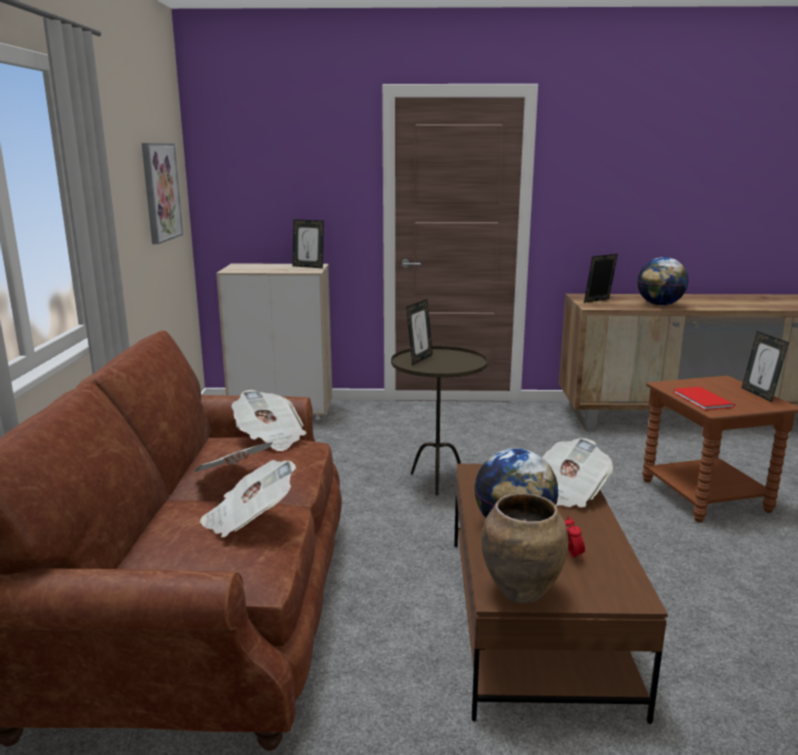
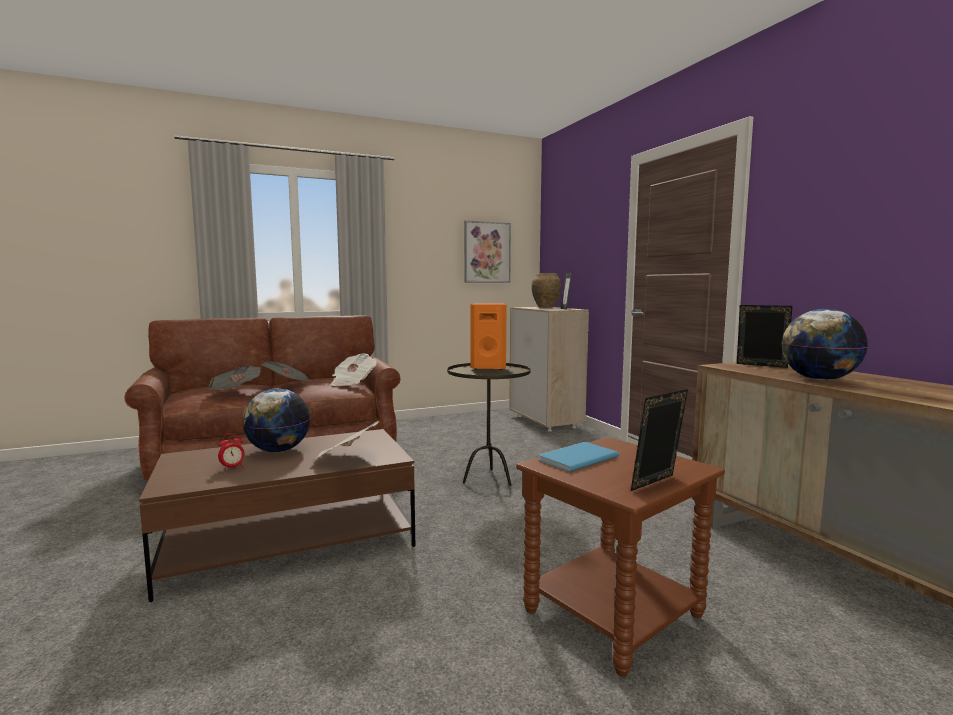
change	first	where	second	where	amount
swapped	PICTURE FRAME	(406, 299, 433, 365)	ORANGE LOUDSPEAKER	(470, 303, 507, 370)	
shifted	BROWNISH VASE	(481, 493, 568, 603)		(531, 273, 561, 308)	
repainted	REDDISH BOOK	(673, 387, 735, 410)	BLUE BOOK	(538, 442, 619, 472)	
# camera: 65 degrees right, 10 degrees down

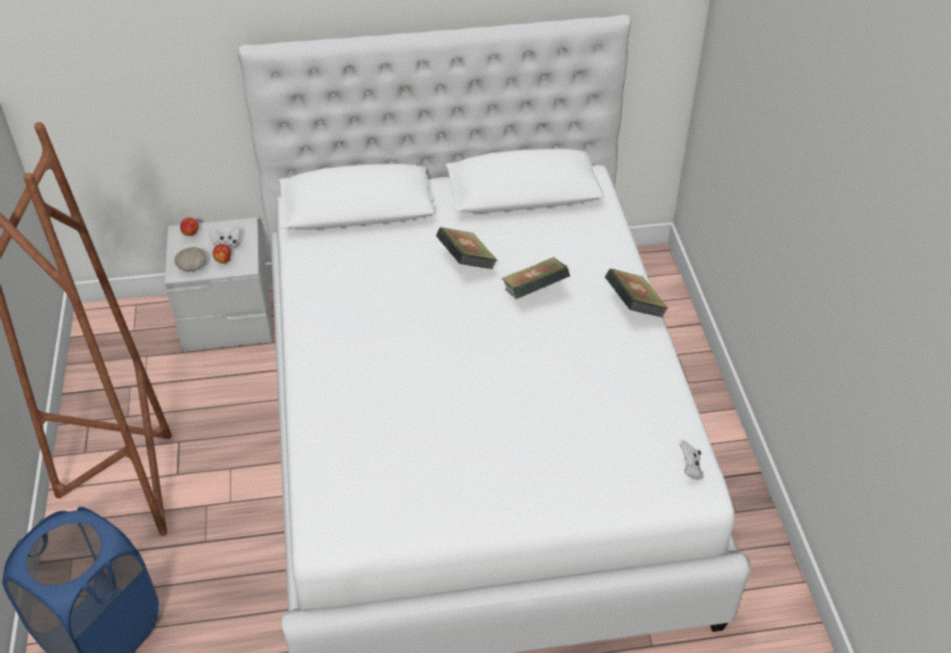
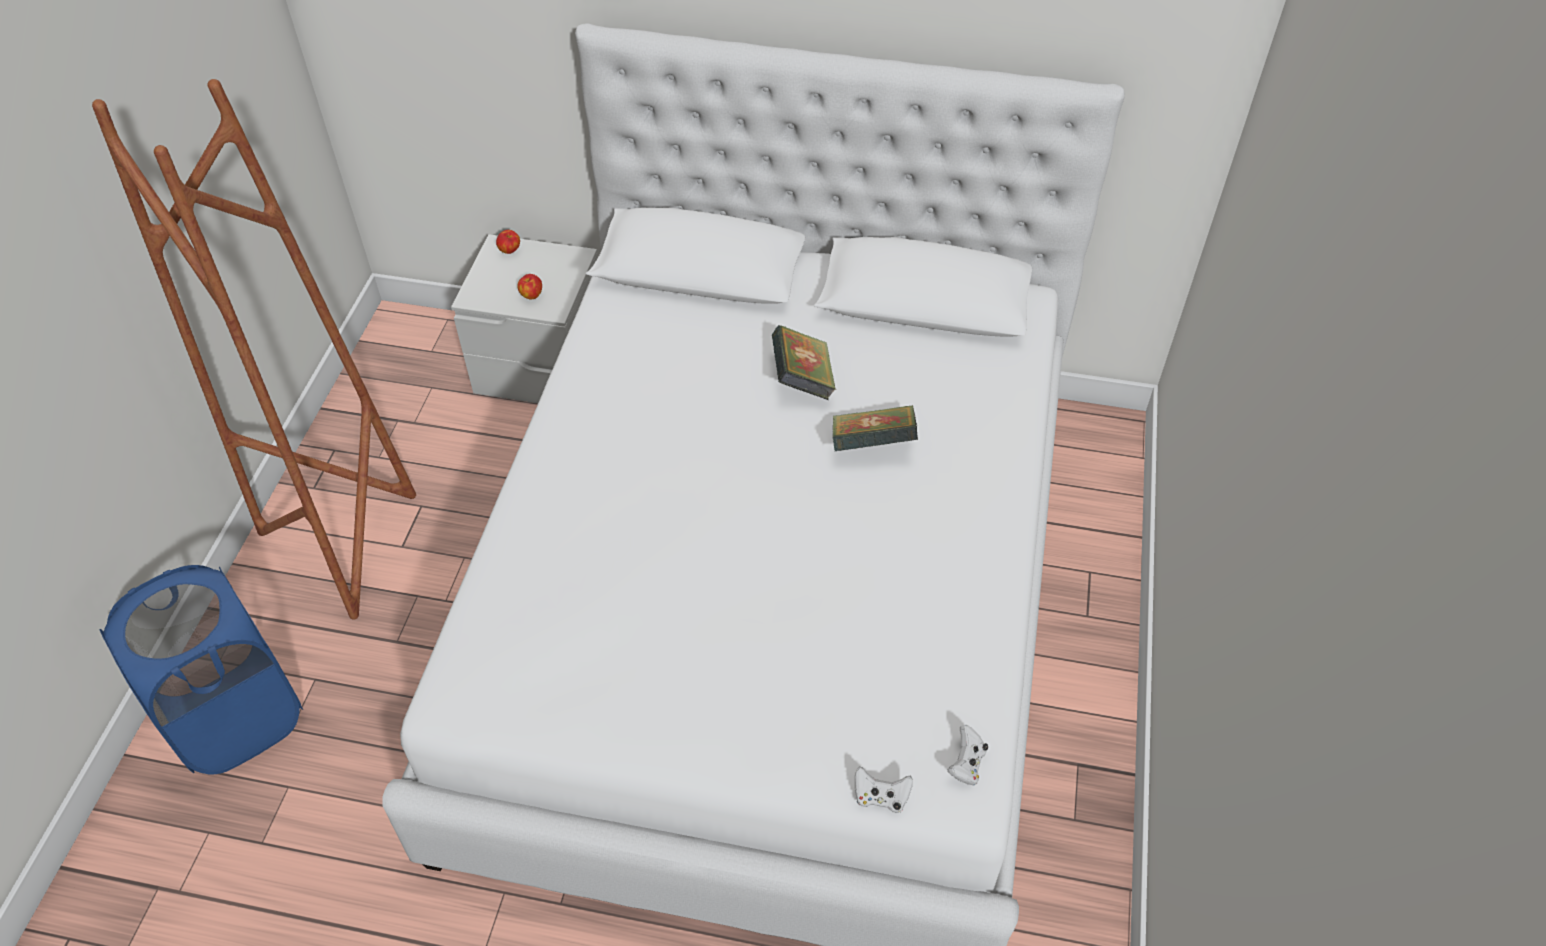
change	first	where	second	where	amount
shifted	WHITISH JOYPAD	(210, 226, 240, 247)		(855, 766, 913, 813)	
gone	BEIGE DEEP DISH	(174, 247, 207, 272)			
gone	BOOK	(605, 269, 669, 317)			
# camera: 20 degrees right, 5 degrees up

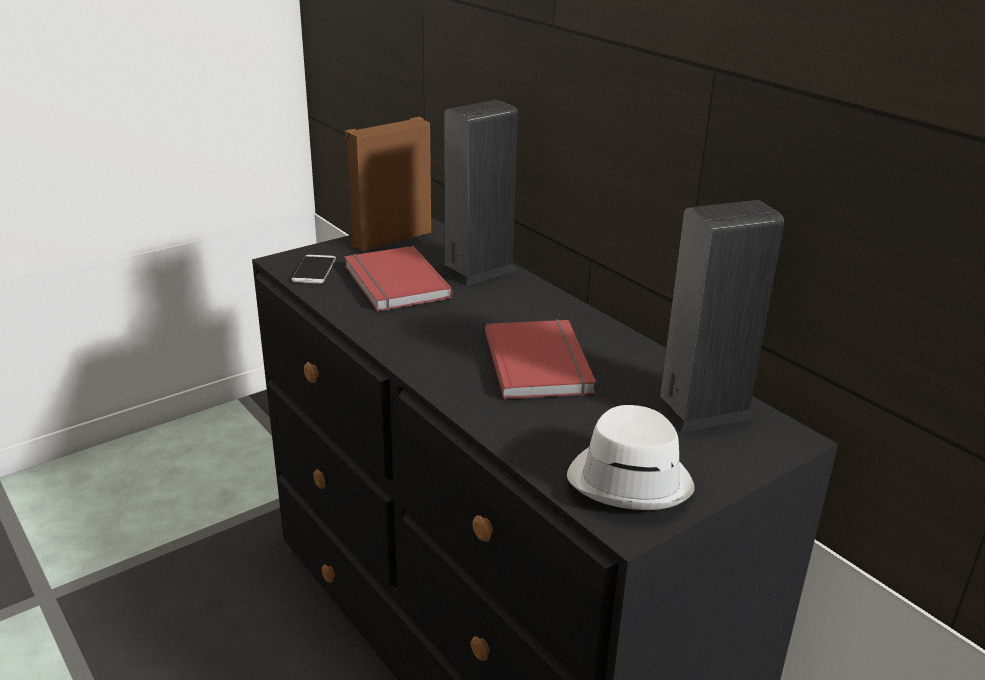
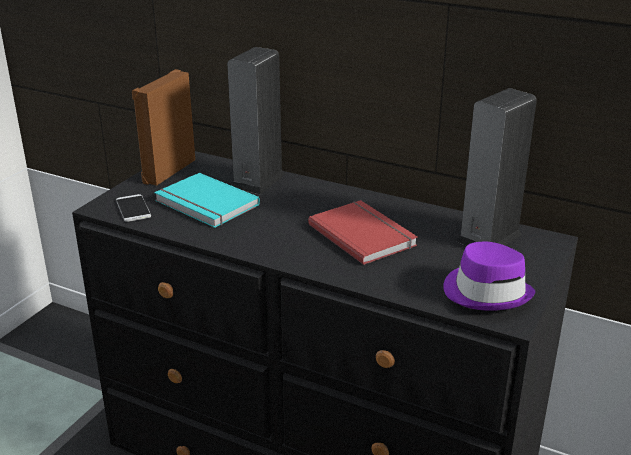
change	first	where	second	where	amount
repainted	REDDISH BOOK	(344, 246, 453, 311)	TURQUOISE BOOK	(154, 173, 260, 228)	
repainted	WHITISH HAT	(567, 405, 695, 510)	PURPLISH HAT	(443, 242, 535, 311)	
# camera: 25 degrees left, 0 degrees up

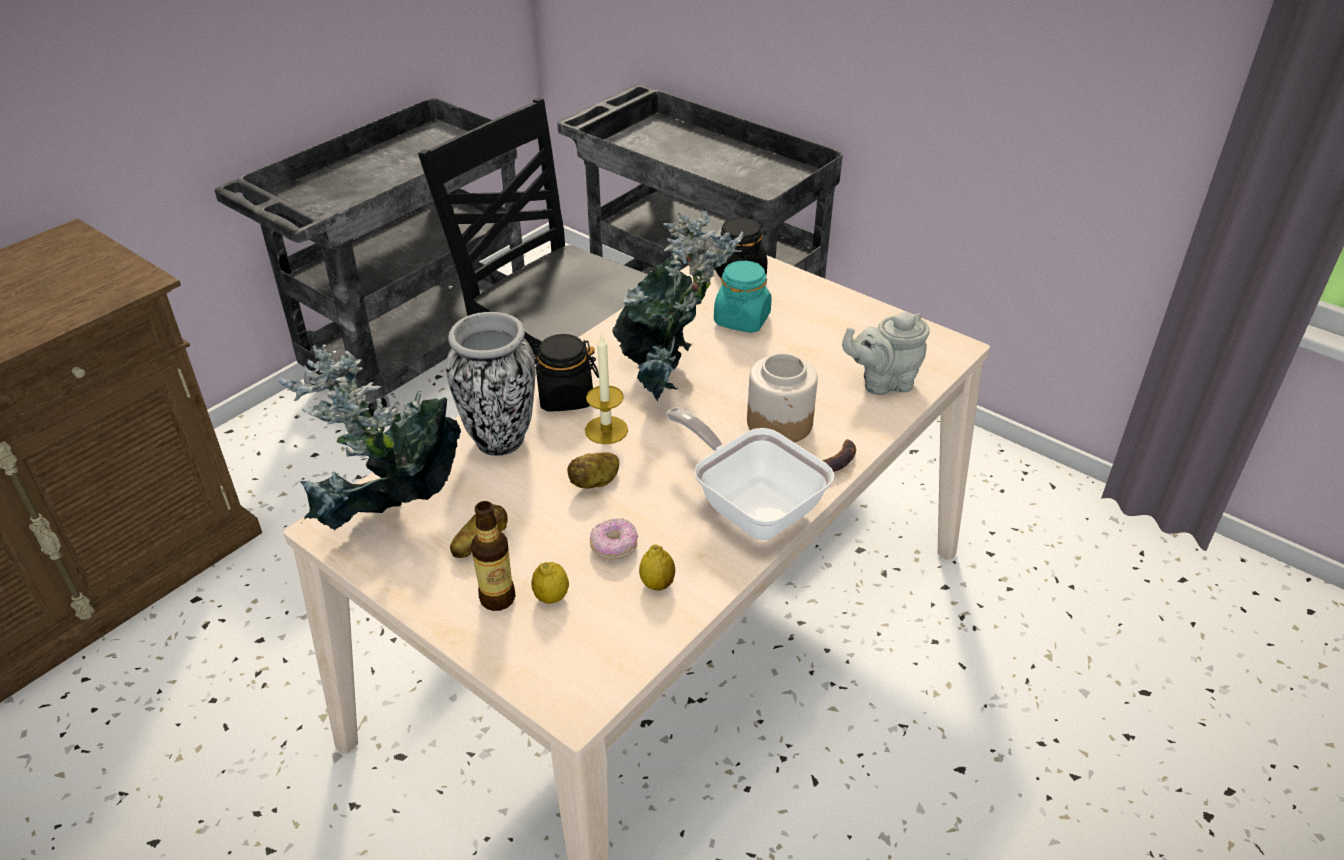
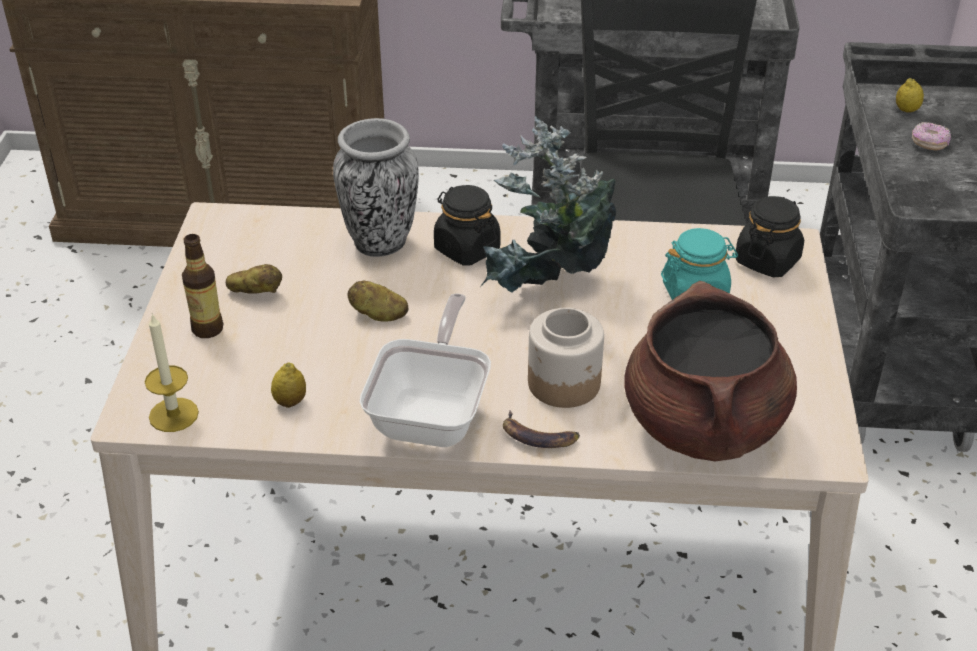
change	first	where	second	where	amount
shifted	WAX CANDLE	(585, 334, 628, 444)		(145, 313, 199, 432)	
swapped	GRAY TEAPOT	(842, 312, 929, 395)	BROWNISH SAUCEPOT	(625, 281, 797, 461)	
shifted	WHOLE LEMON	(531, 562, 569, 604)		(896, 78, 924, 113)	
shifted	DOUGHNUT	(590, 518, 638, 559)		(912, 122, 951, 150)	
gone	HOUSEPLANT	(278, 344, 461, 530)			
# camera: 55 degrees right, 0 degrees up

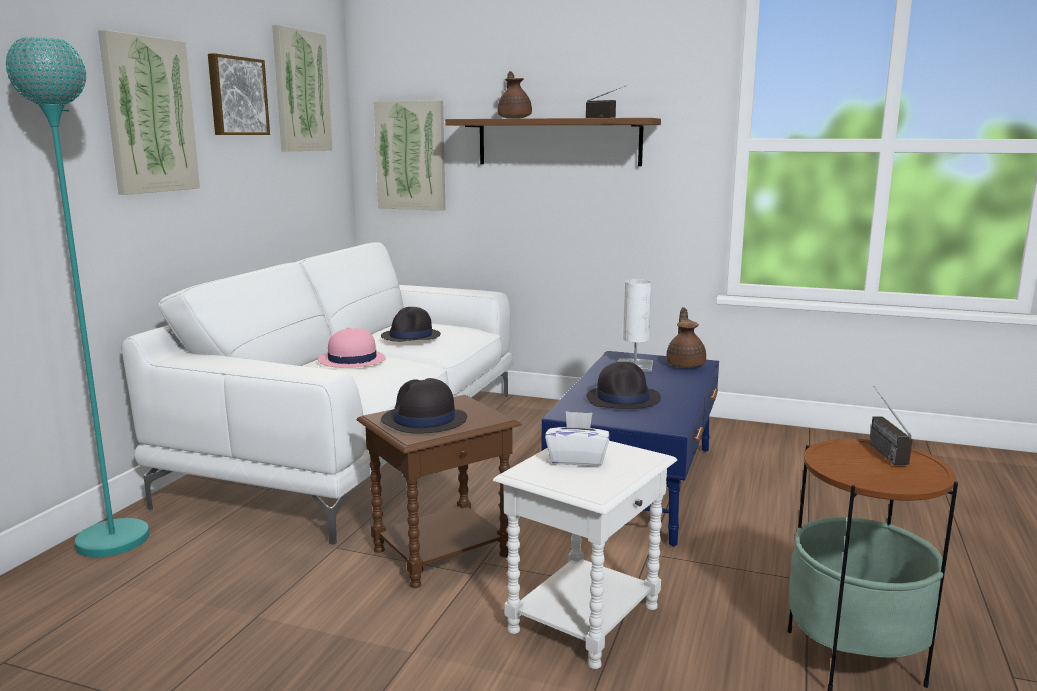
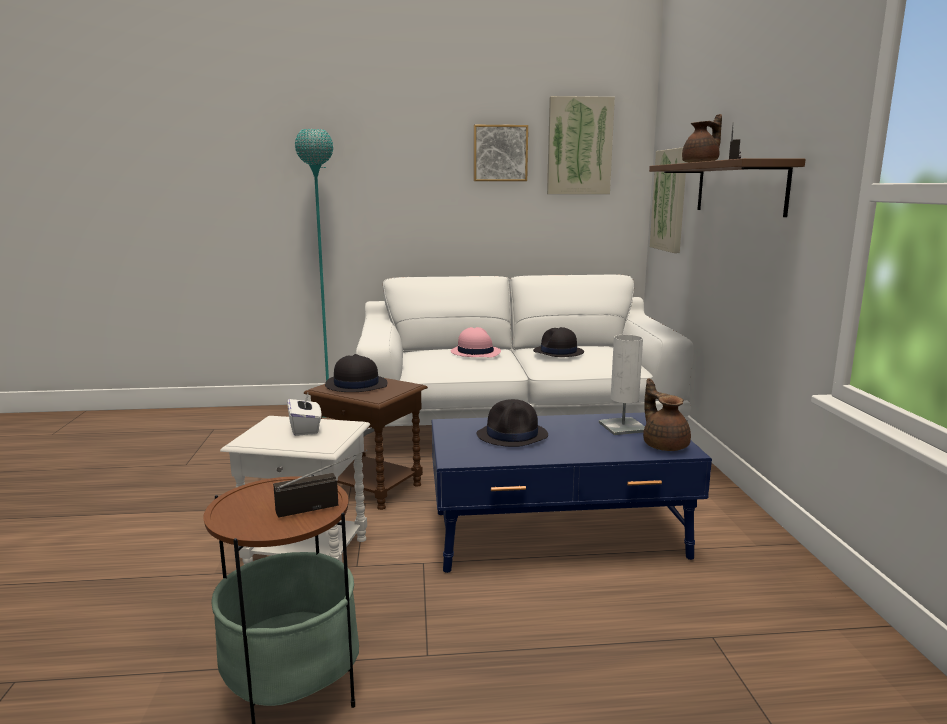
change	first	where	second	where	amount
rotated	BROWNISH TEAPOT	(666, 307, 706, 368)		(643, 378, 691, 451)	90 degrees counterclockwise
gone	WALL ART	(98, 30, 200, 195)			
# camera: 65 degrees right, 0 degrees up

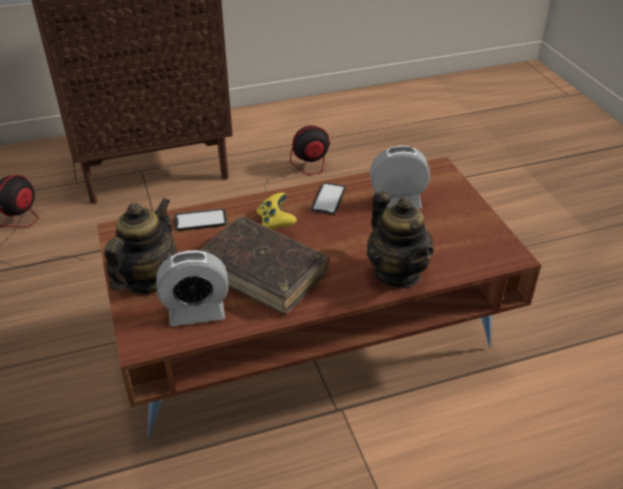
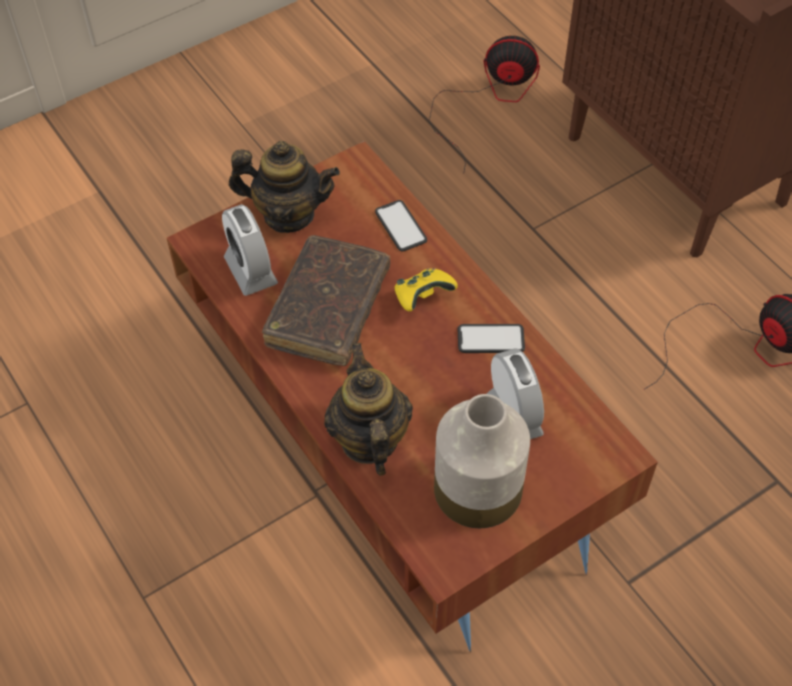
change	first	where	second	where	amount
rotated	TEAPOT	(367, 191, 434, 288)		(324, 343, 413, 476)	120 degrees clockwise
new			BEIGE VASE	(434, 394, 530, 528)	
# camera: 75 degrees right, 15 degrees up

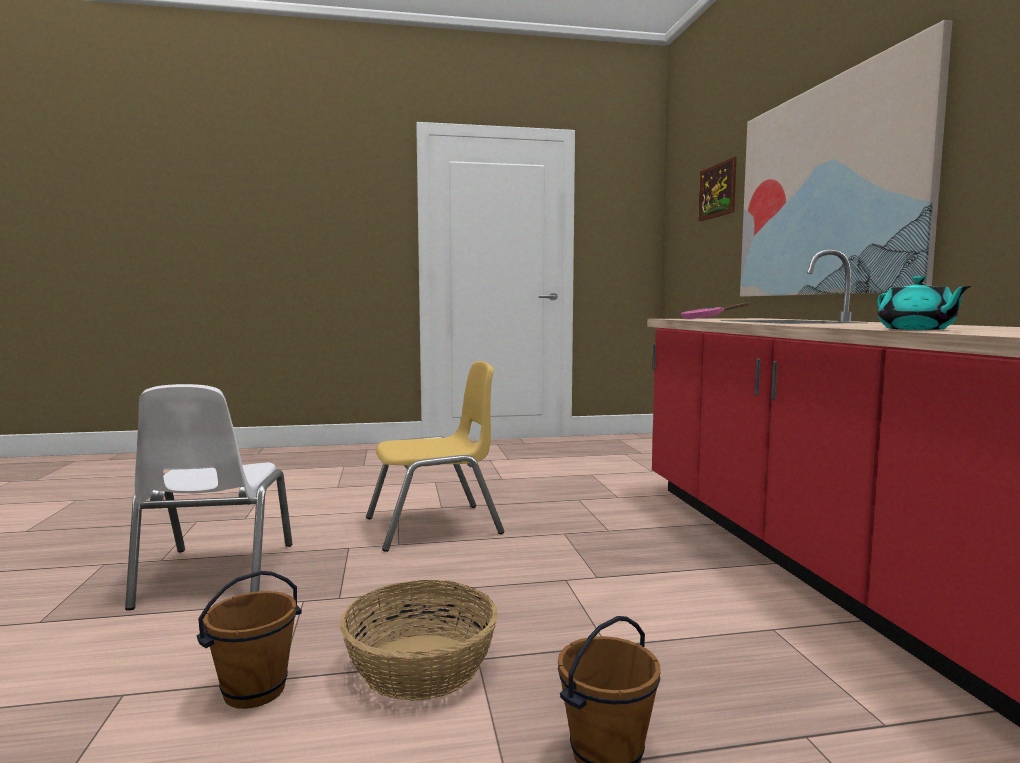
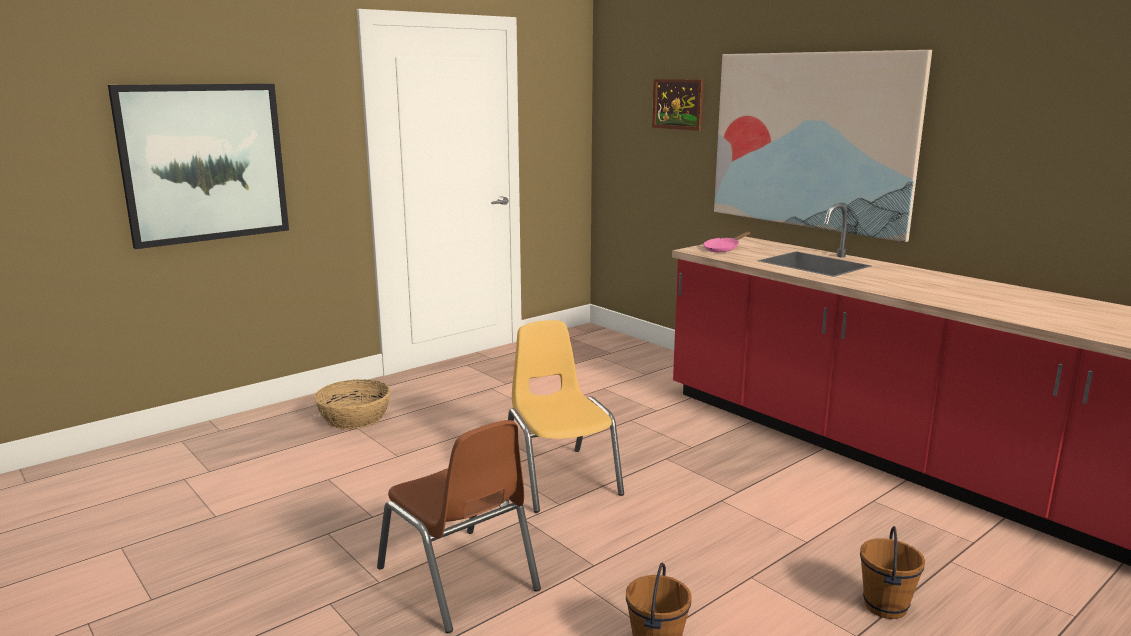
change	first	where	second	where	amount
new			WALL ART	(108, 84, 289, 249)	
shifted	STORAGE BASKET	(340, 580, 498, 701)		(314, 379, 391, 429)	
repainted	WHITISH PLAIN CHAIR	(125, 384, 292, 611)	BROWNISH PLAIN CHAIR	(377, 420, 541, 633)	
rotated	YELLOW-COLOURED PLAIN CHAIR	(366, 361, 504, 552)		(508, 320, 624, 513)	60 degrees counterclockwise
gone	TURQUOISE TEAPOT	(877, 276, 971, 330)			
# camera: 30 degrees left, 10 degrees up

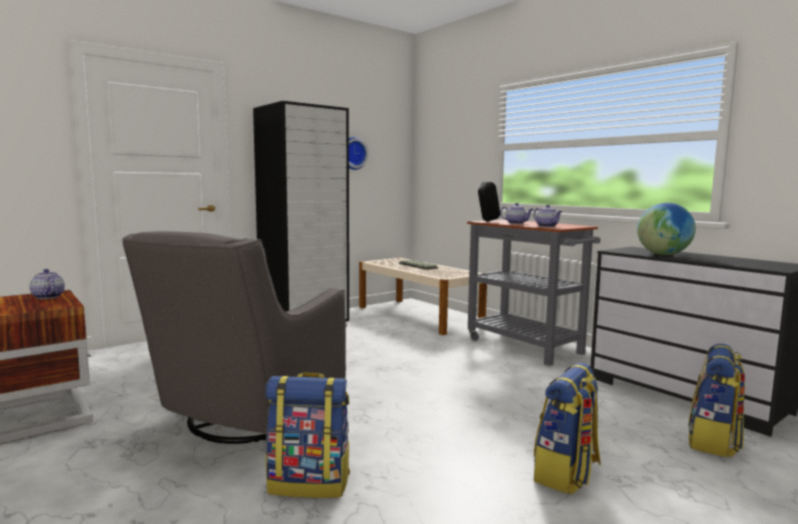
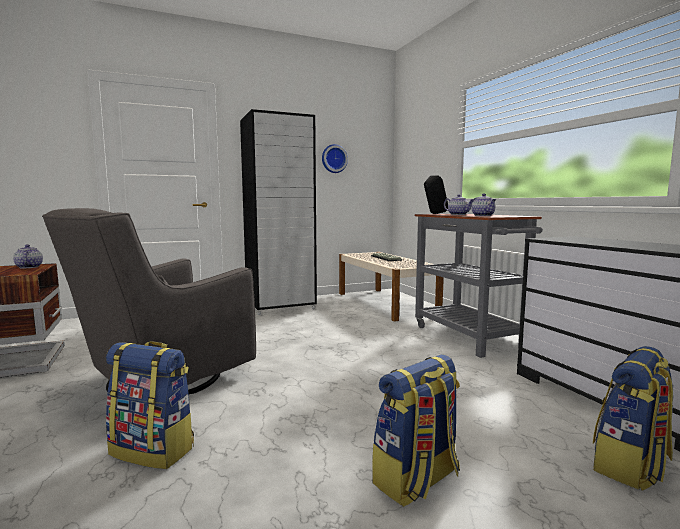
change	first	where	second	where	amount
gone	DESK GLOBE	(637, 203, 696, 255)			
# camera: 15 degrees right, 0 degrees up

